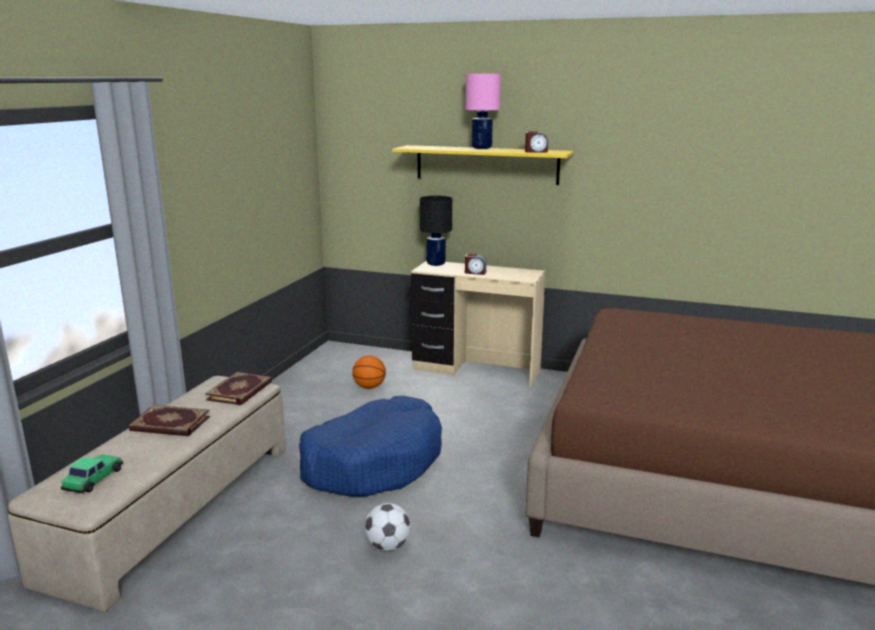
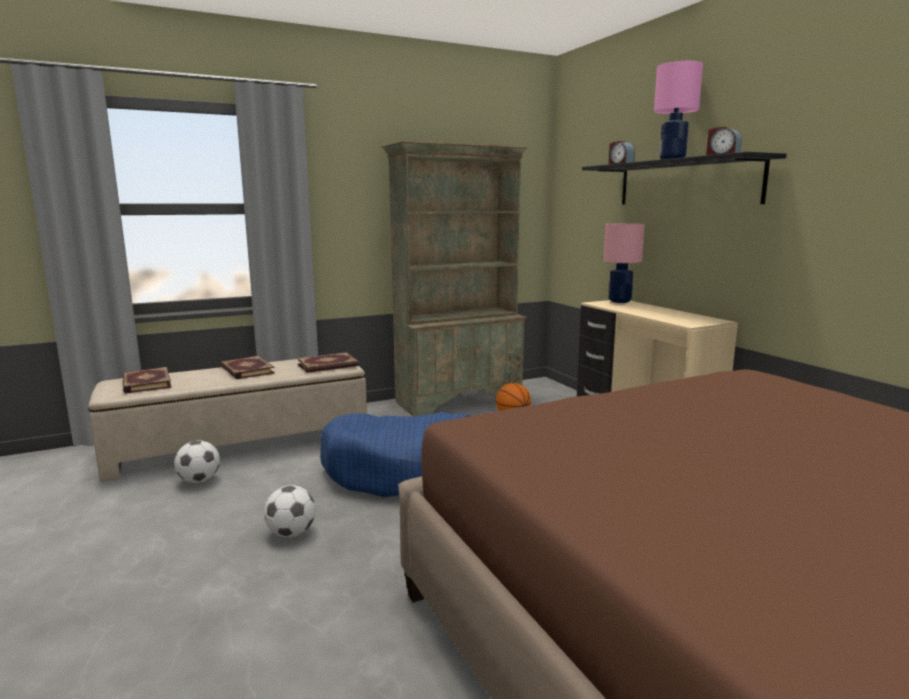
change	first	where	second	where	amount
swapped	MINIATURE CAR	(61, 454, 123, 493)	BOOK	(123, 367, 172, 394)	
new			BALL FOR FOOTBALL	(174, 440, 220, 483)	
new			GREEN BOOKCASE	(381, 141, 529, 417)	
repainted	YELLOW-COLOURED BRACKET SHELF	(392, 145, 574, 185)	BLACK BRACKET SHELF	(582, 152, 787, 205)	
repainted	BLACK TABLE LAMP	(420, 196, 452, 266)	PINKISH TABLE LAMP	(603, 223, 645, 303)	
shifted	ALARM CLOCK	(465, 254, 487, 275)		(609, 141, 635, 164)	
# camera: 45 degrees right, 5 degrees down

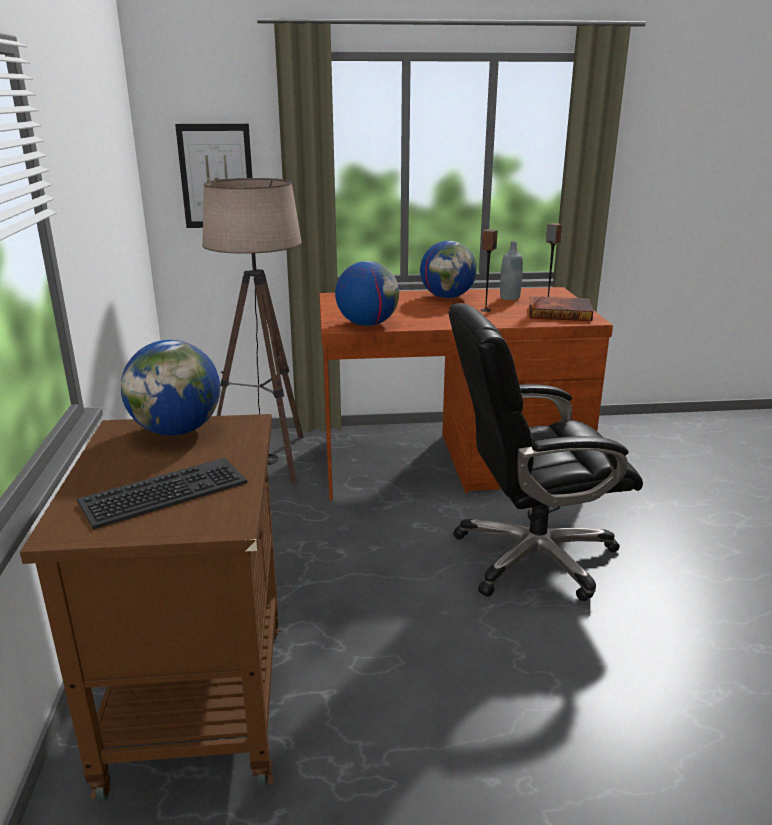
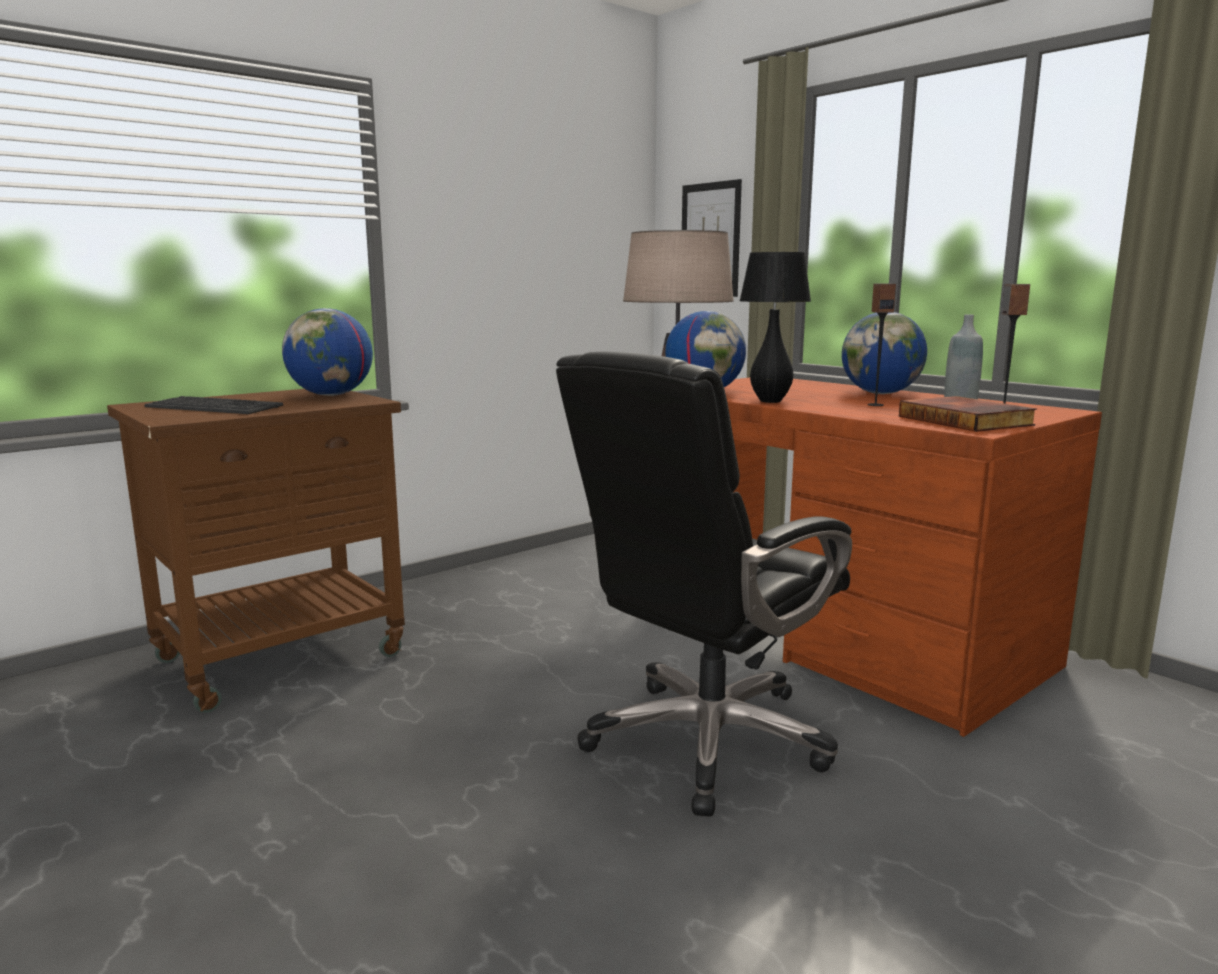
change	first	where	second	where	amount
rotated	BLACK COMPUTER CHAIR	(448, 303, 643, 601)		(556, 352, 852, 817)	90 degrees counterclockwise
new			BLACK TABLE LAMP	(739, 252, 811, 403)	
# camera: 55 degrees right, 10 degrees down

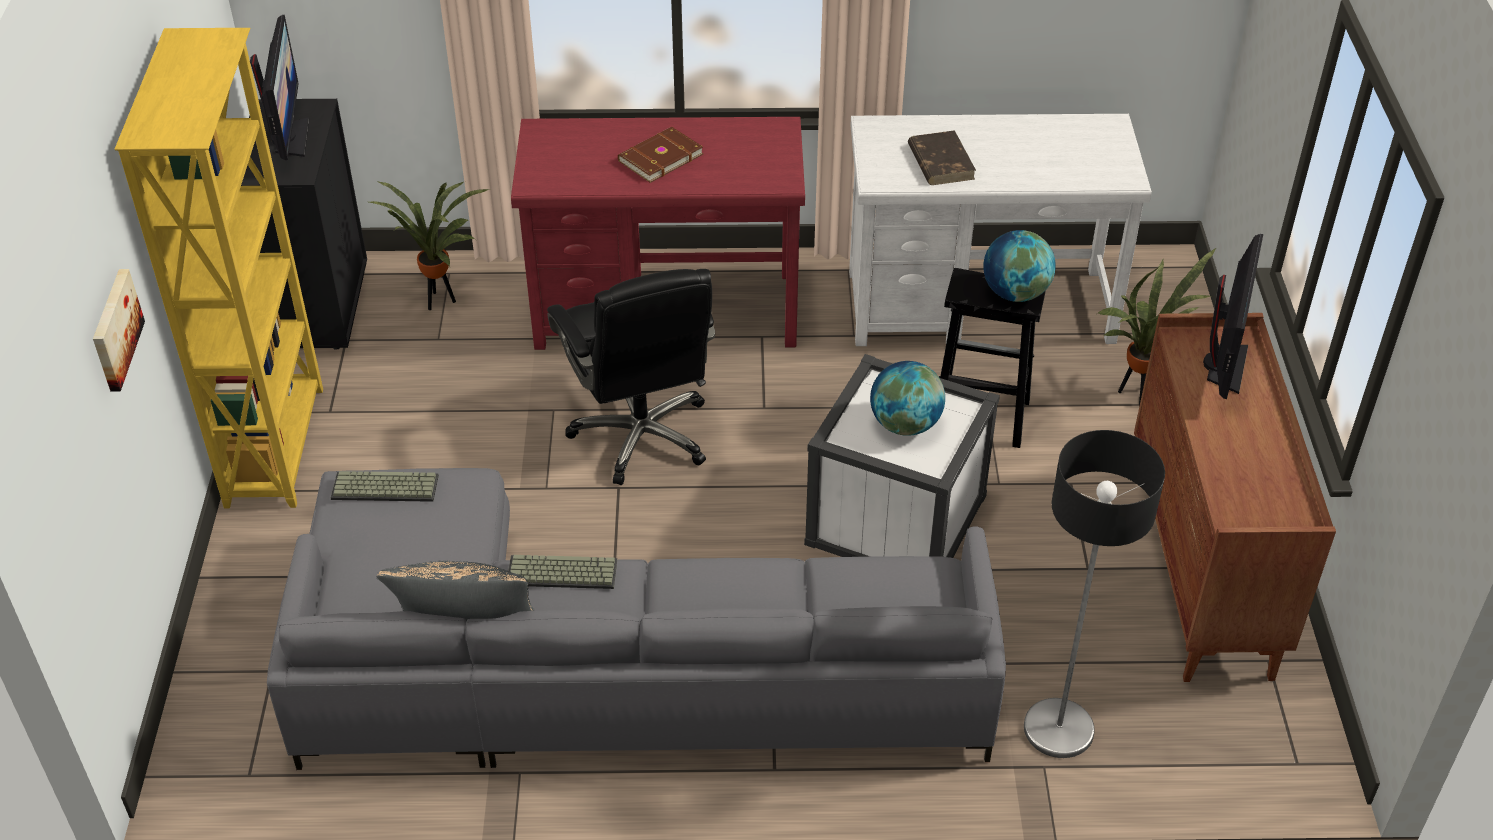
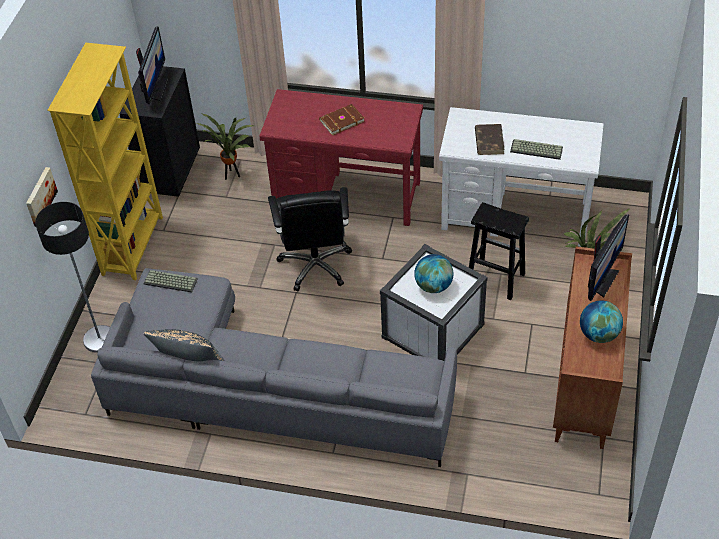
change	first	where	second	where	amount
shifted	FLOOR LAMP	(1024, 430, 1165, 758)		(35, 202, 110, 353)	
shifted	PC KEYBOARD	(508, 555, 617, 589)		(510, 139, 563, 160)	
shifted	DESK GLOBE	(983, 230, 1056, 302)		(580, 301, 623, 343)	
# camera: 15 degrees right, 5 degrees up

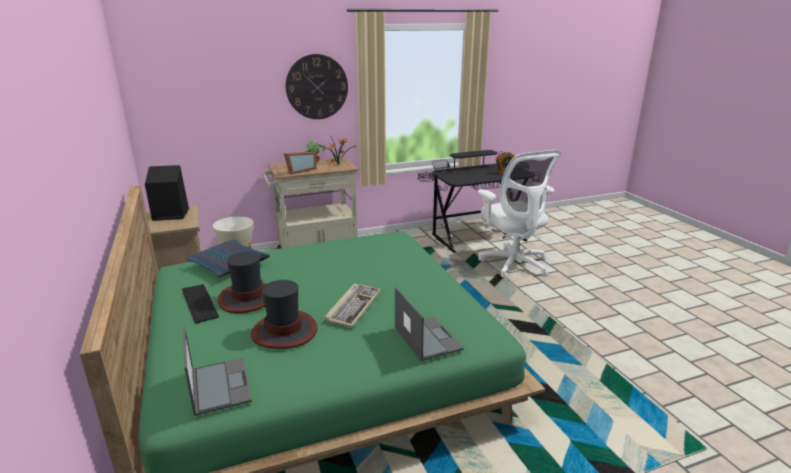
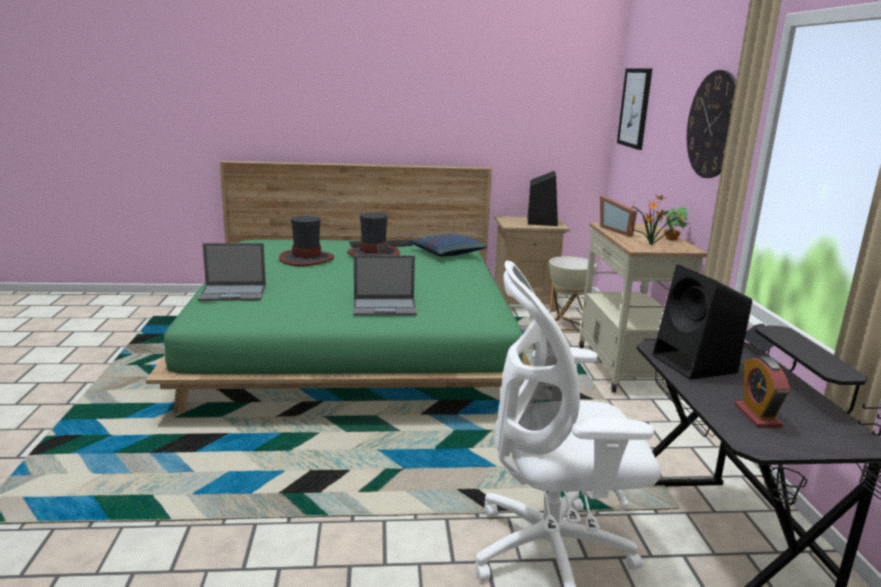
change	first	where	second	where	amount
shifted	LAPTOP	(183, 326, 252, 416)		(353, 255, 417, 316)	
new			WALL ART	(617, 68, 652, 150)	
new			BLACK LOUDSPEAKER	(653, 264, 752, 380)	
gone	PC KEYBOARD	(324, 284, 381, 327)			
# camera: 105 degrees right, 5 degrees down

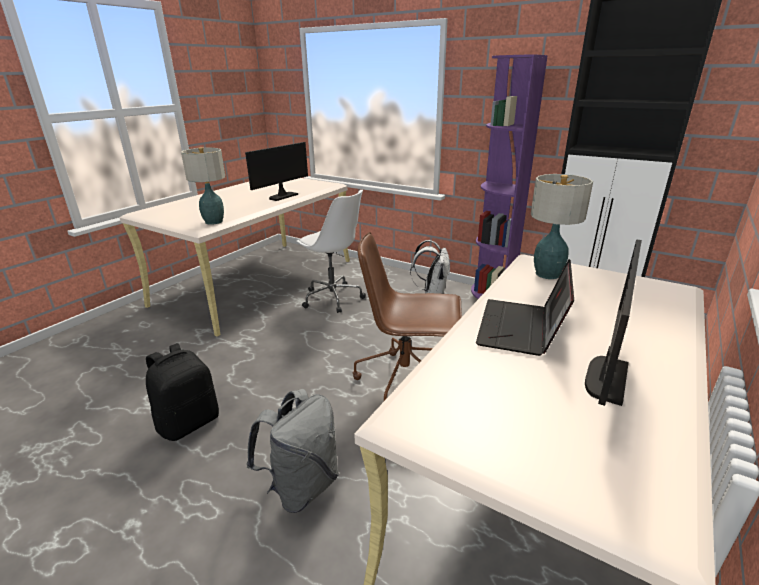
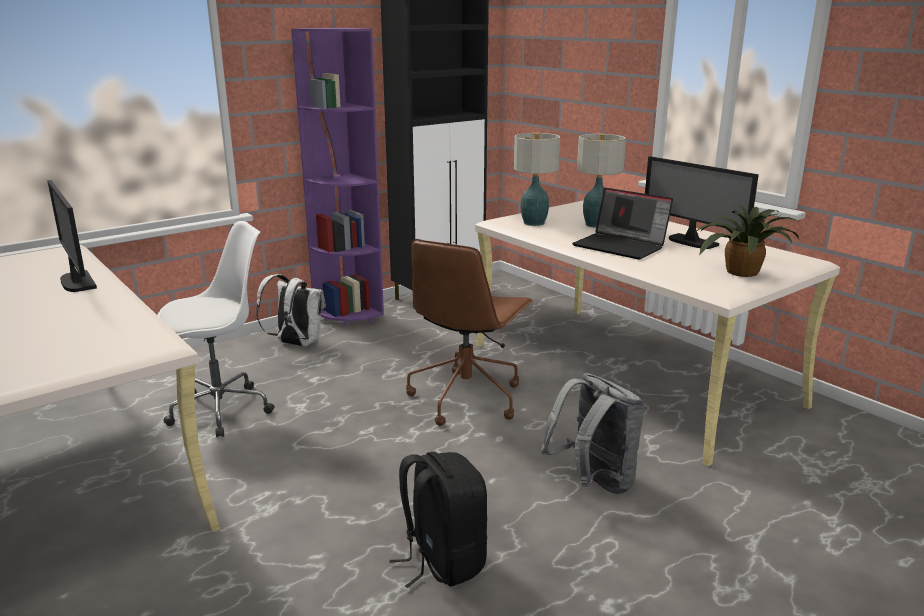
change	first	where	second	where	amount
shifted	TABLE LAMP	(181, 147, 225, 225)		(577, 133, 626, 228)	
new			HOUSEPLANT	(696, 203, 801, 277)	
# camera: 70 degrees left, 5 degrees down

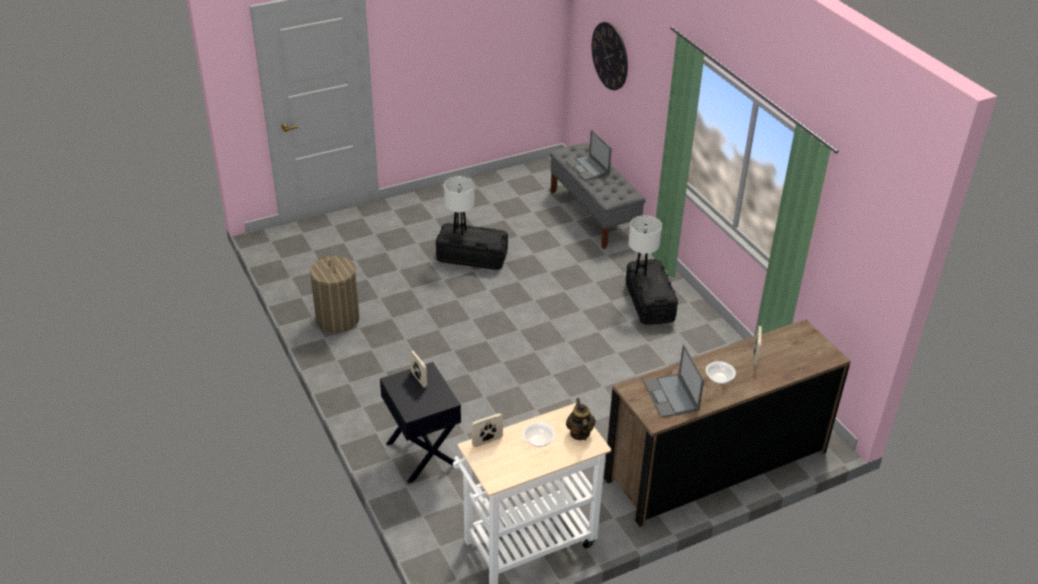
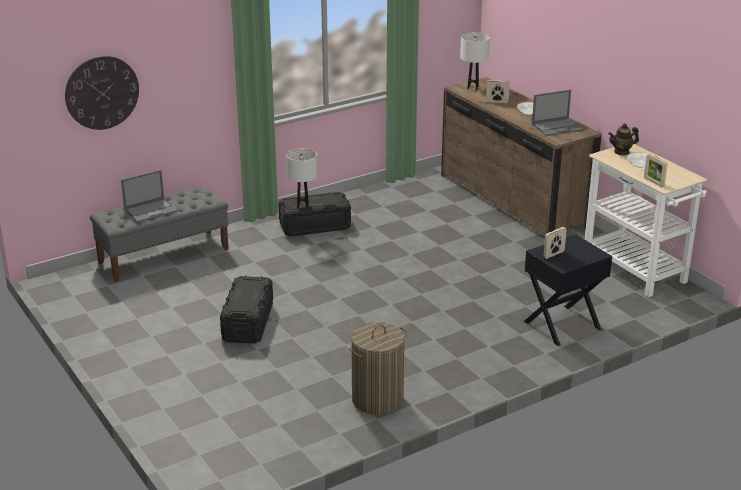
change	first	where	second	where	amount
shifted	WHITISH TABLE LAMP	(444, 176, 474, 235)		(460, 32, 490, 90)	
# camera: 95 degrees left, 10 degrees down

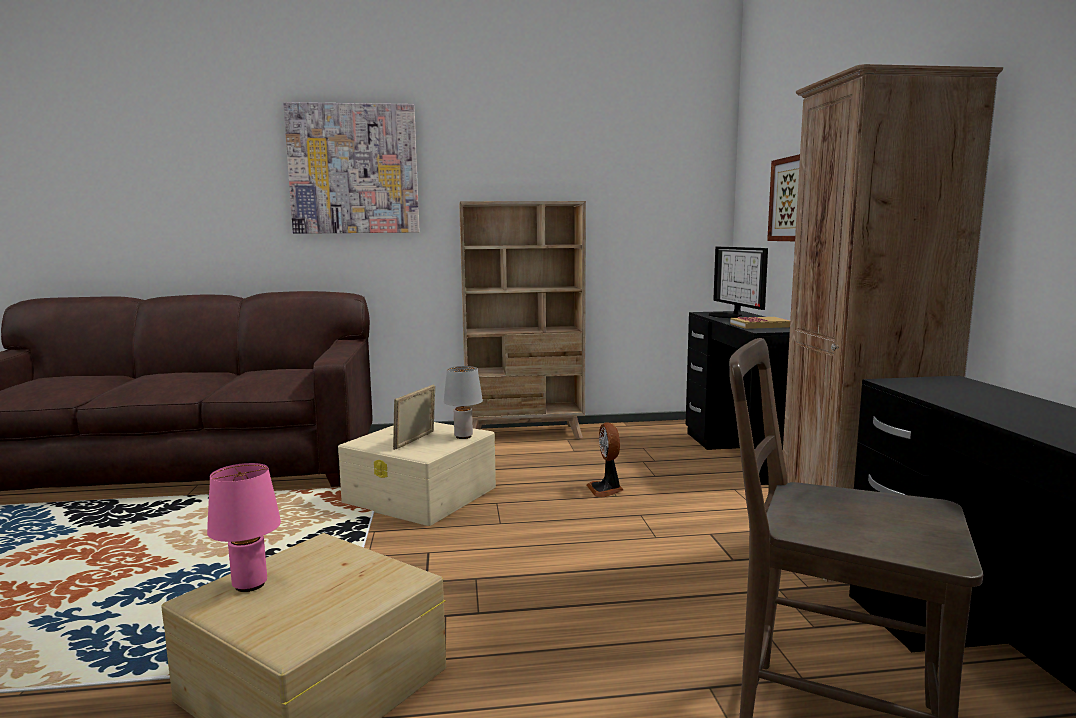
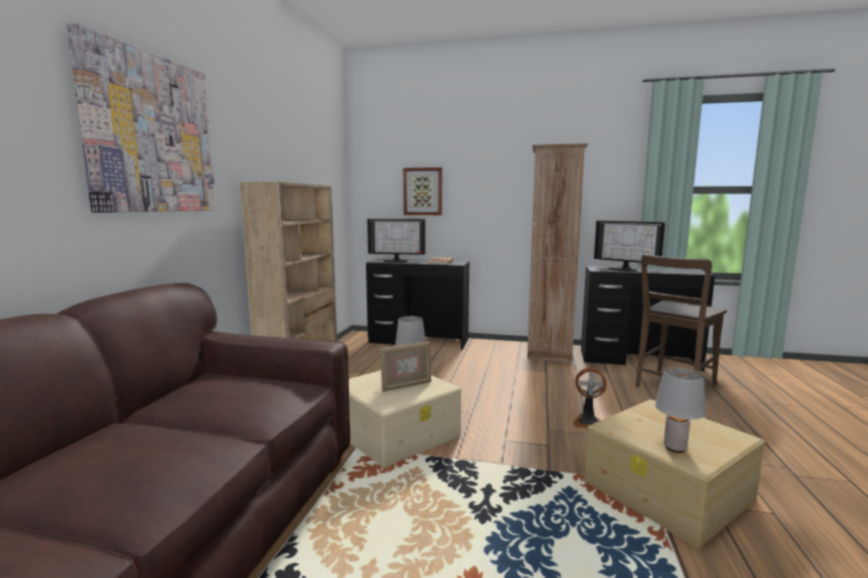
change	first	where	second	where	amount
rotated	PICTURE FRAME	(393, 385, 435, 450)		(380, 341, 431, 392)	75 degrees counterclockwise
shifted	COOLING FAN	(587, 422, 624, 497)		(573, 368, 606, 428)	
new			COMPUTER SCREEN	(594, 221, 665, 271)	
repainted	PINKISH TABLE LAMP	(207, 463, 281, 592)	GRAY TABLE LAMP	(655, 367, 706, 453)	
# camera: 70 degrees left, 0 degrees up

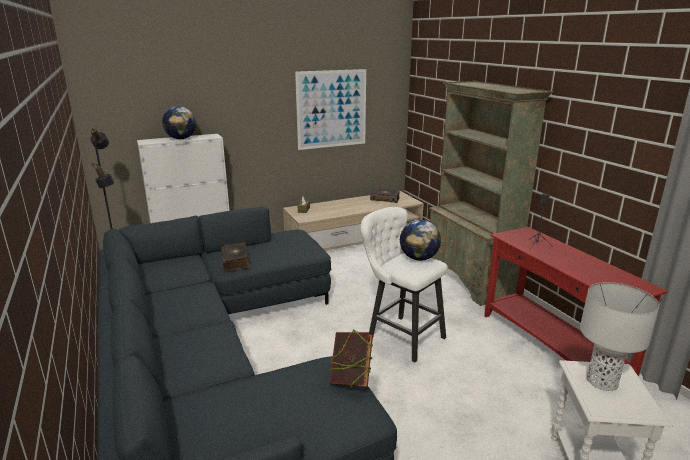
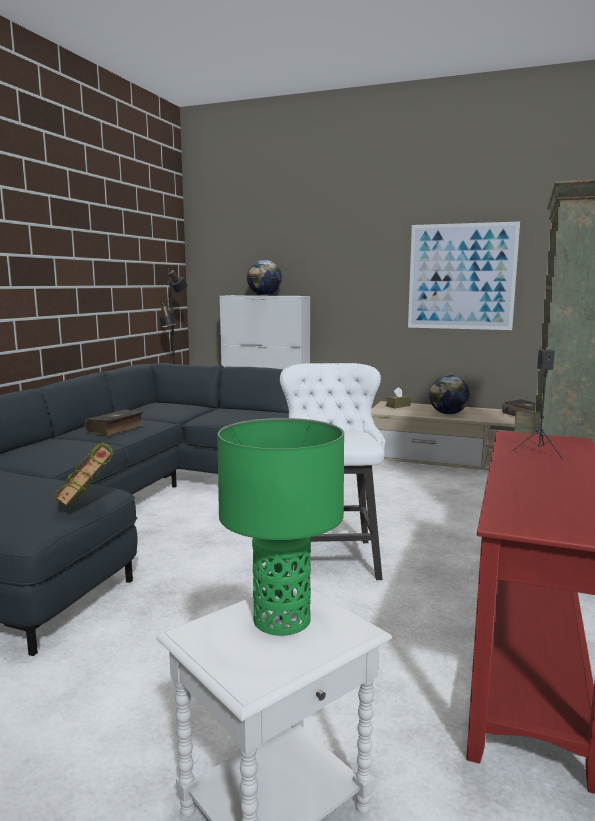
change	first	where	second	where	amount
shifted	BOOK	(221, 242, 250, 271)		(84, 409, 145, 436)	
repainted	WHITISH TABLE LAMP	(580, 282, 659, 391)	GREEN TABLE LAMP	(217, 418, 344, 636)	
shifted	DESK GLOBE	(400, 220, 441, 261)		(429, 375, 470, 415)	
# camera: 45 degrees right, 10 degrees down

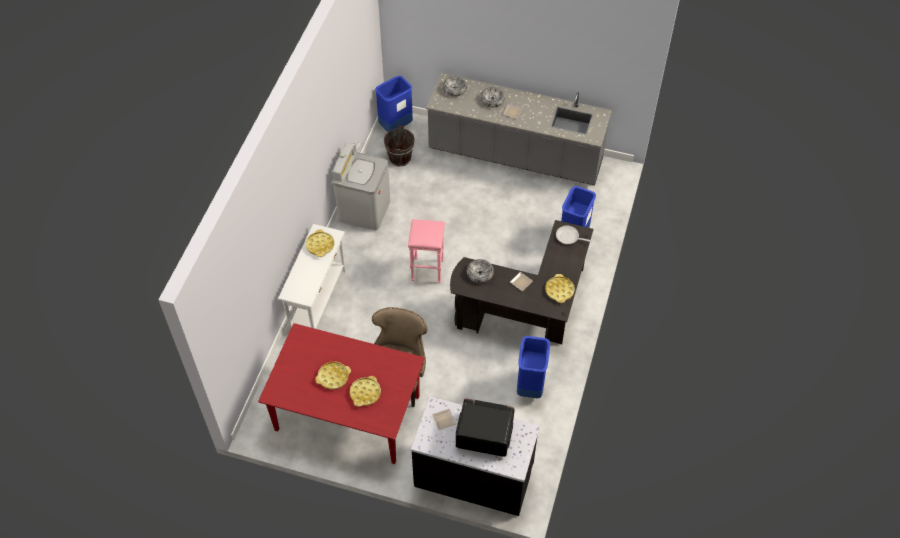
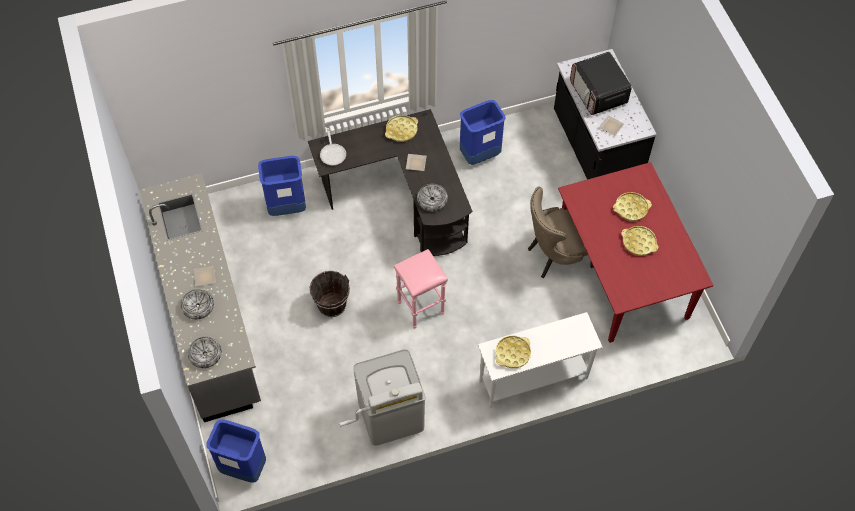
change	first	where	second	where	amount
shifted	BROWNISH BUCKET	(384, 126, 415, 166)		(310, 271, 350, 317)	
# camera: 125 degrees left, 5 degrees up

